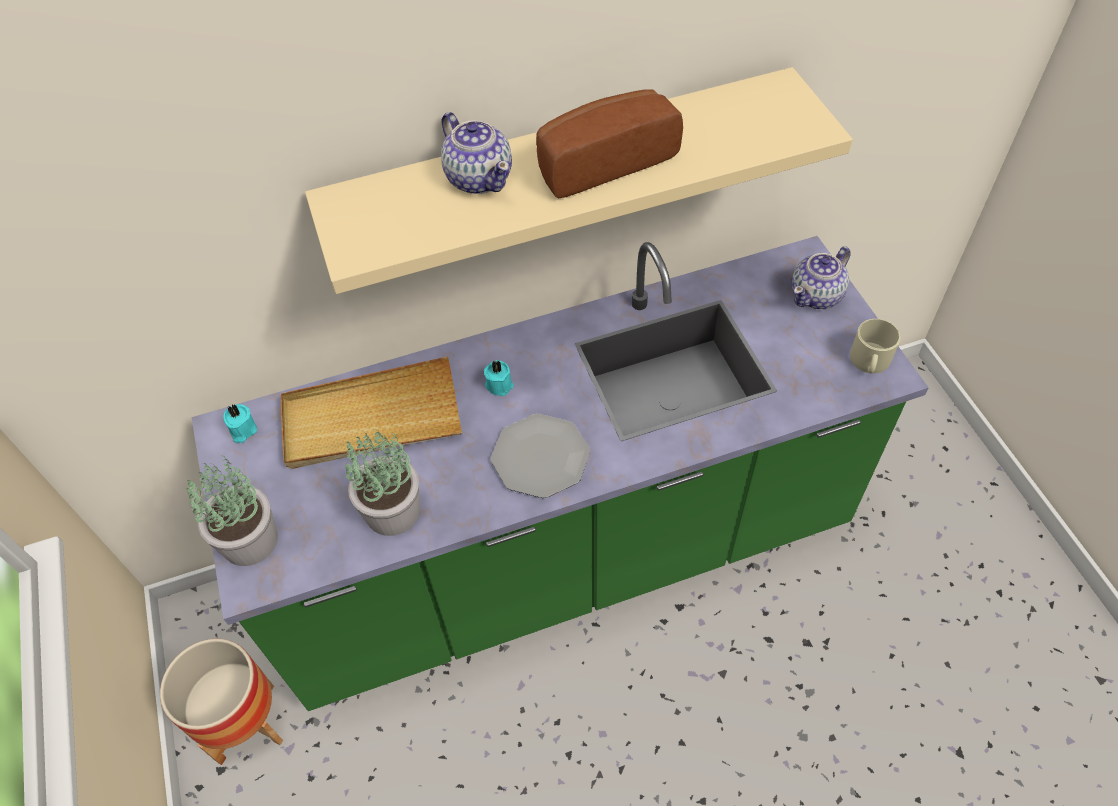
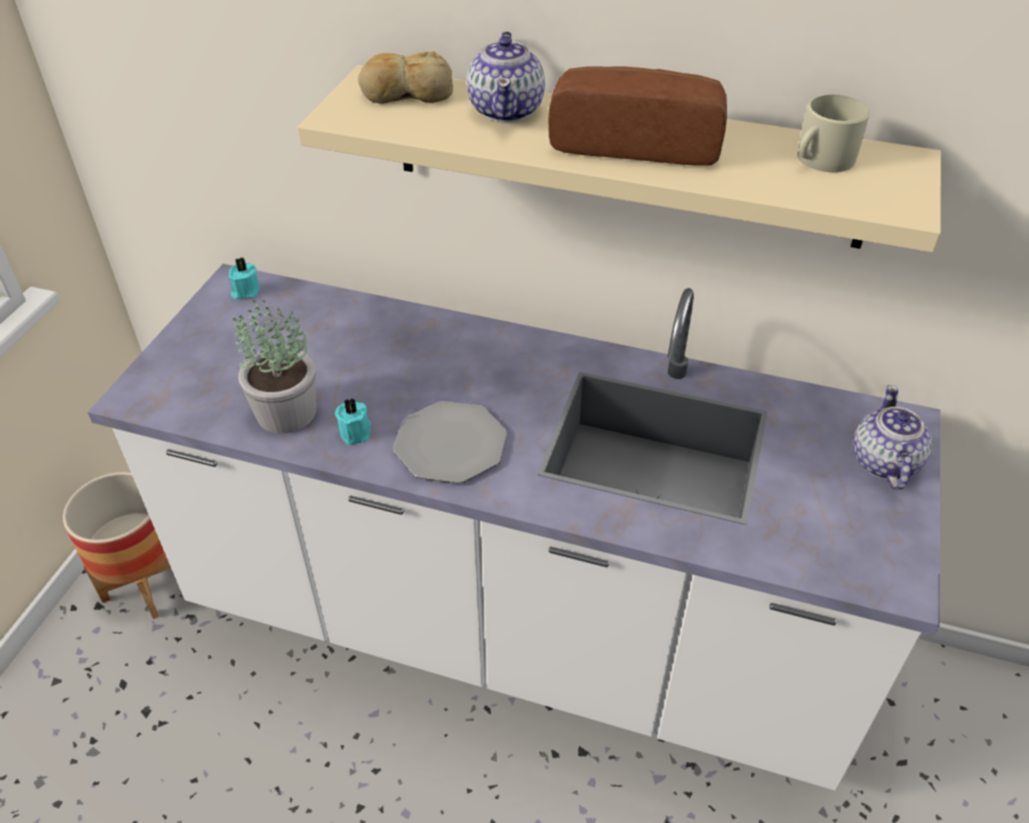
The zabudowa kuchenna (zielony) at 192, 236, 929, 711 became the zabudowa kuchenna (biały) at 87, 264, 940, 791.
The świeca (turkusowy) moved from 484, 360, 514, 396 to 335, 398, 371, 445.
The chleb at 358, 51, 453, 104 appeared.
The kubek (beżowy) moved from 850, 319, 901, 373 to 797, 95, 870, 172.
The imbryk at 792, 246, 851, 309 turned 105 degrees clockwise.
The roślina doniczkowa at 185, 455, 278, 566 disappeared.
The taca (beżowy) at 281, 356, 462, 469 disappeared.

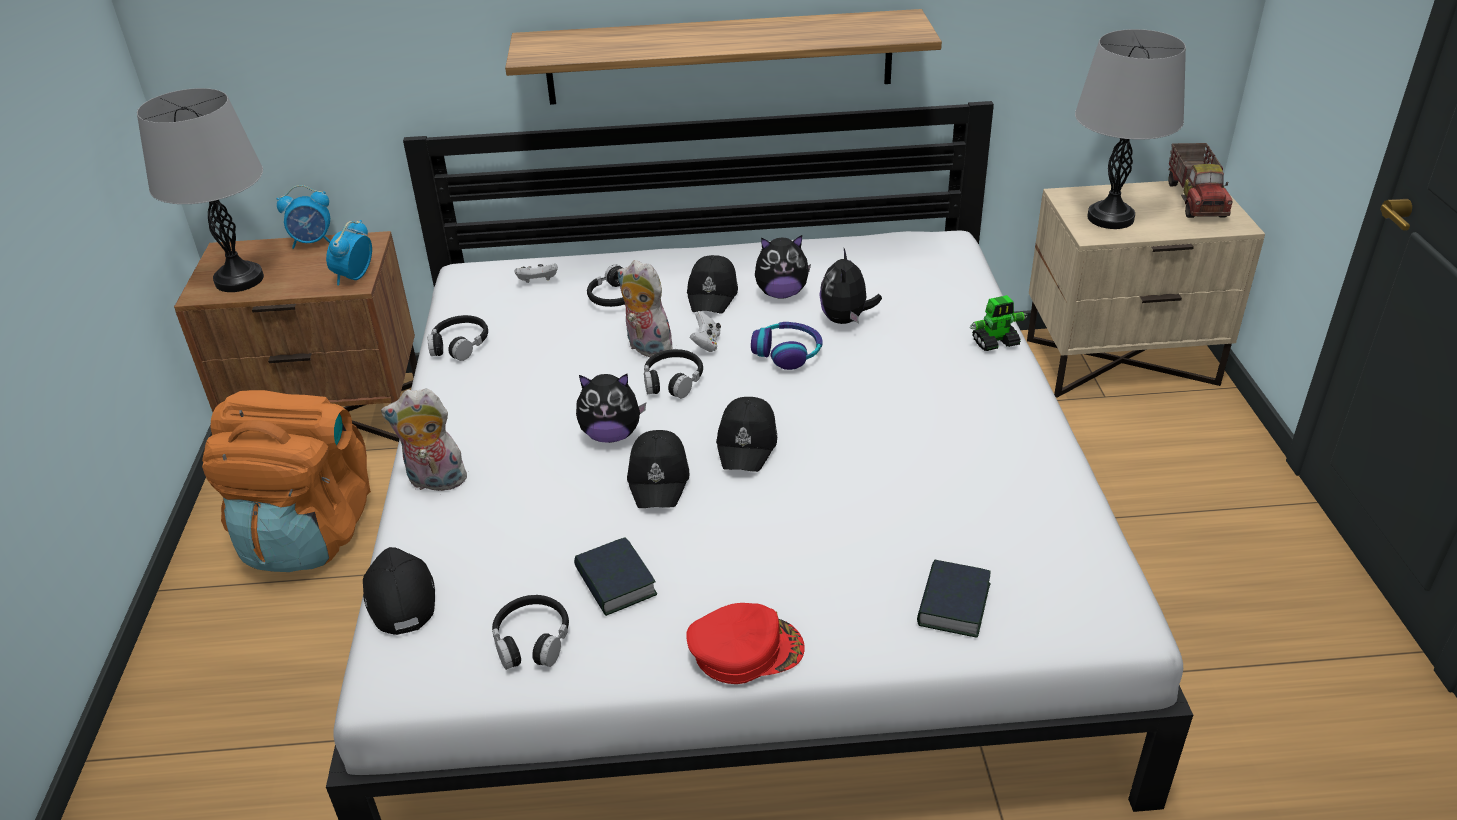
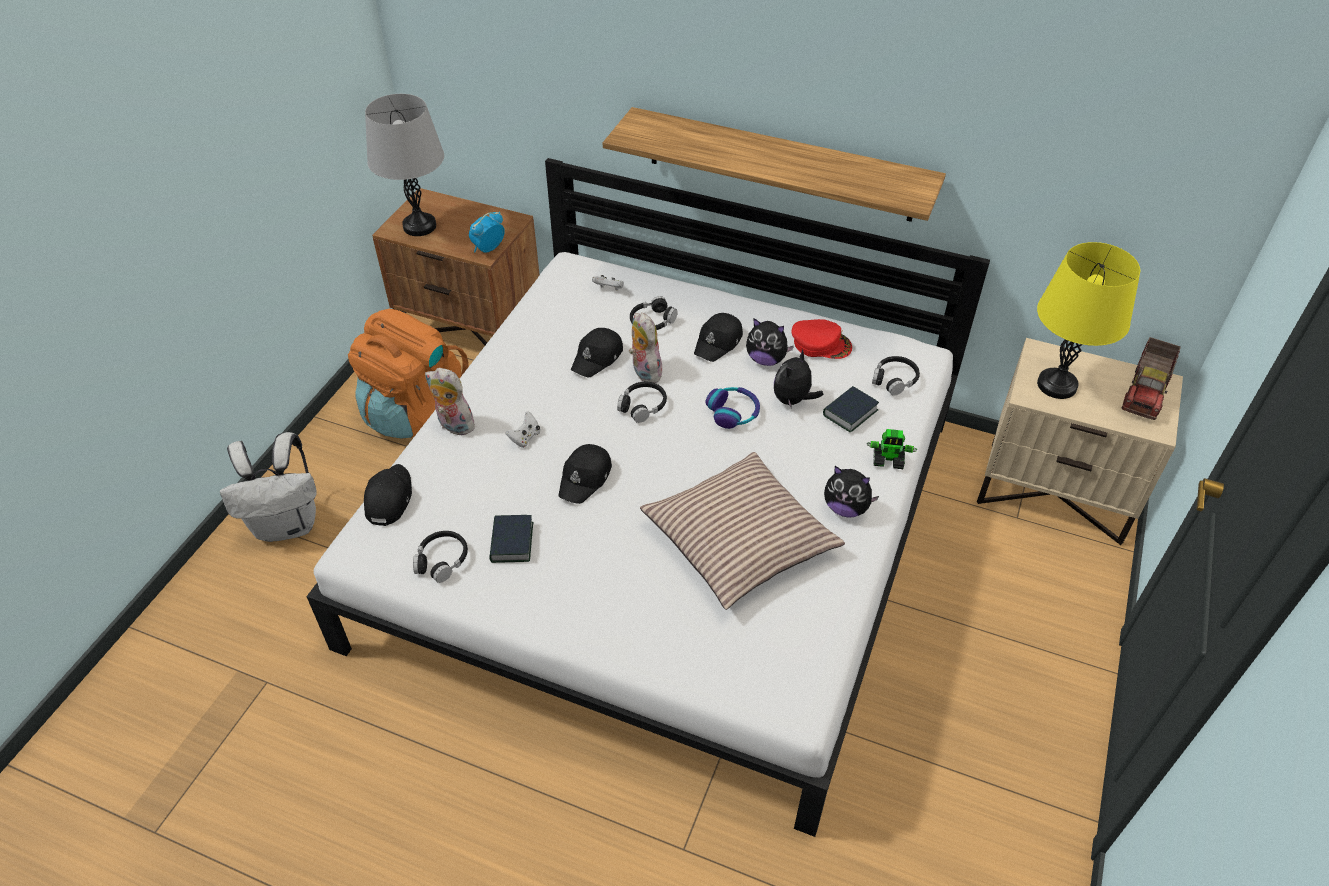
The plecak (biały) at 220, 432, 316, 542 appeared.
The pad do gier (biały) moved from 690, 311, 721, 352 to 506, 411, 540, 448.
The czapka z daszkiem (czarny) moved from 716, 397, 777, 472 to 571, 328, 623, 378.
The poduszka at 640, 452, 845, 610 appeared.
The czapka z daszkiem (czerwony) moved from 686, 603, 805, 684 to 792, 319, 852, 359.
The książka moved from 917, 560, 991, 637 to 823, 386, 879, 433.
The pluszak moved from 576, 374, 646, 443 to 824, 466, 879, 518.
The słuchawki (czarny) moved from 428, 315, 488, 361 to 872, 356, 920, 396.
The lampa stołowa (szary) at 1075, 29, 1186, 229 became the lampa stołowa (żółty) at 1037, 242, 1140, 399.
The budzik at 277, 185, 331, 249 disappeared.

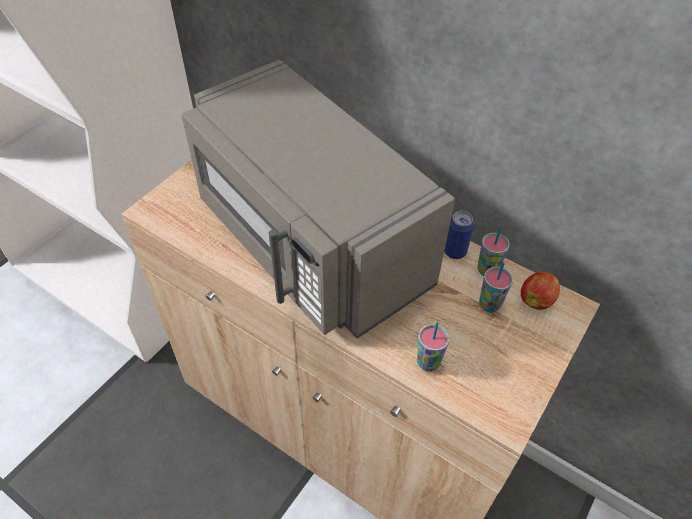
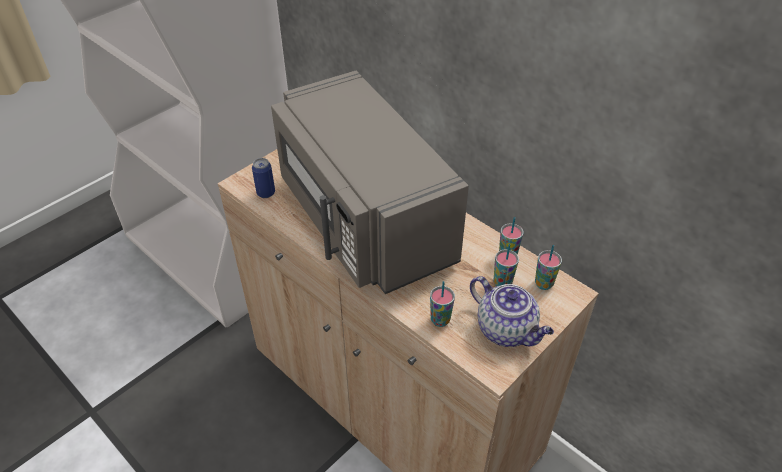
The puszka moved from 444, 211, 474, 259 to 252, 158, 275, 198.
The imbryk at 470, 276, 554, 347 appeared.
The jabłko at 521, 272, 560, 310 was replaced by the filiżanka at 535, 245, 562, 290.

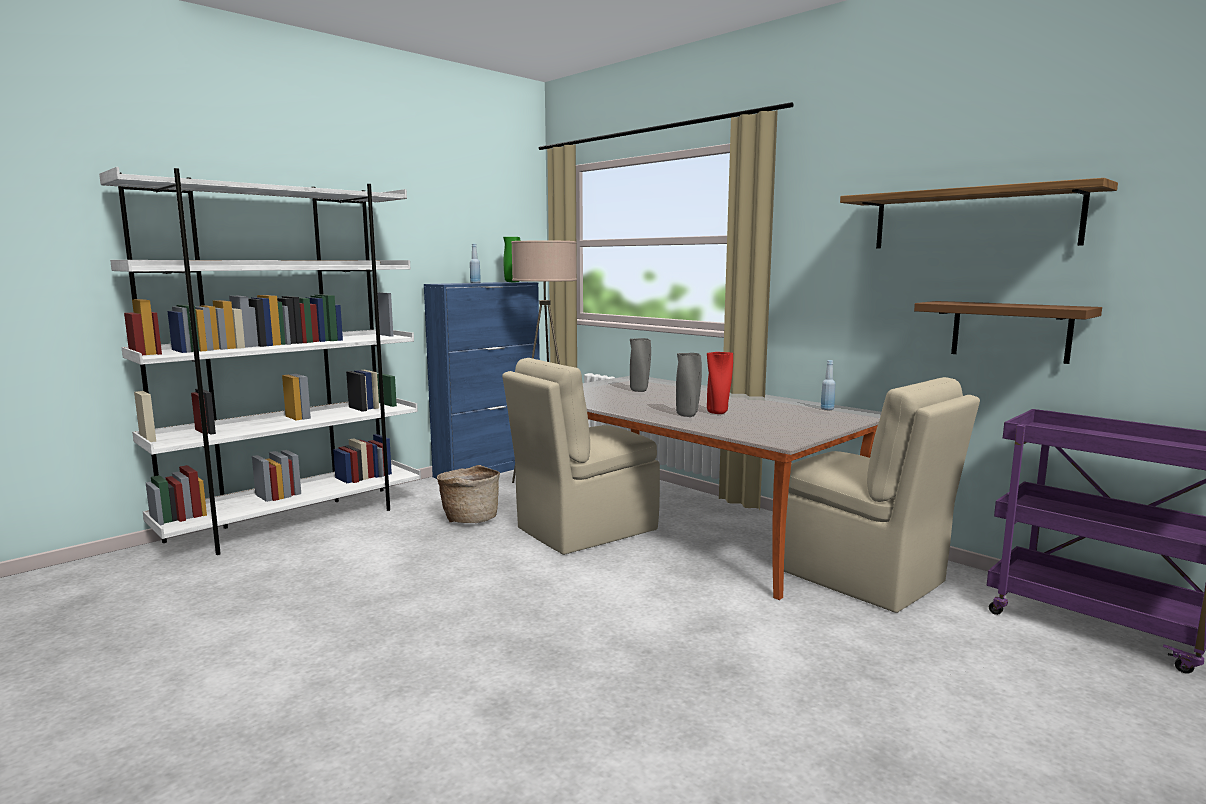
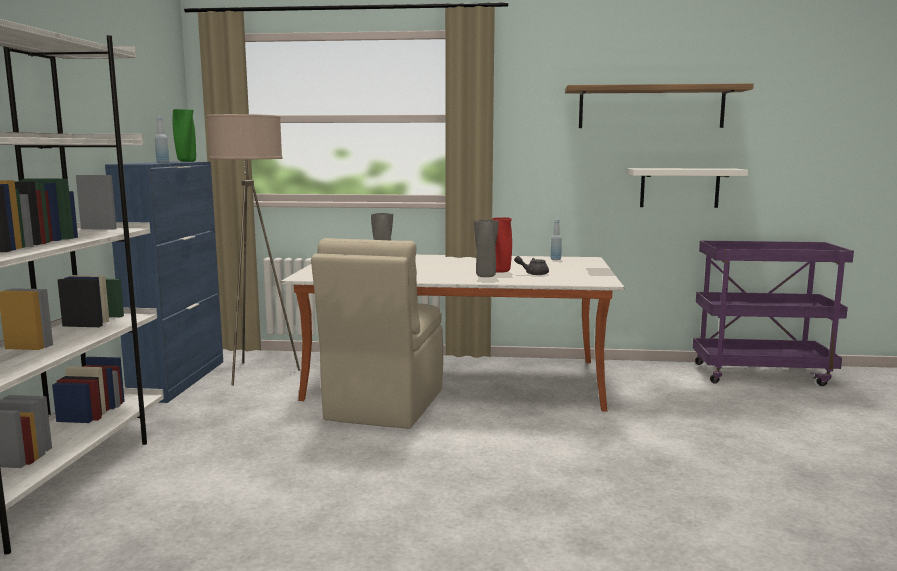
The imbryk (szary) at 514, 256, 549, 275 appeared.
The półka (brązowy) at 914, 301, 1102, 364 became the półka (biały) at 627, 168, 748, 208.
The koszyk at 437, 465, 500, 523 disappeared.
The krzesło (beżowy) at 784, 377, 980, 613 disappeared.

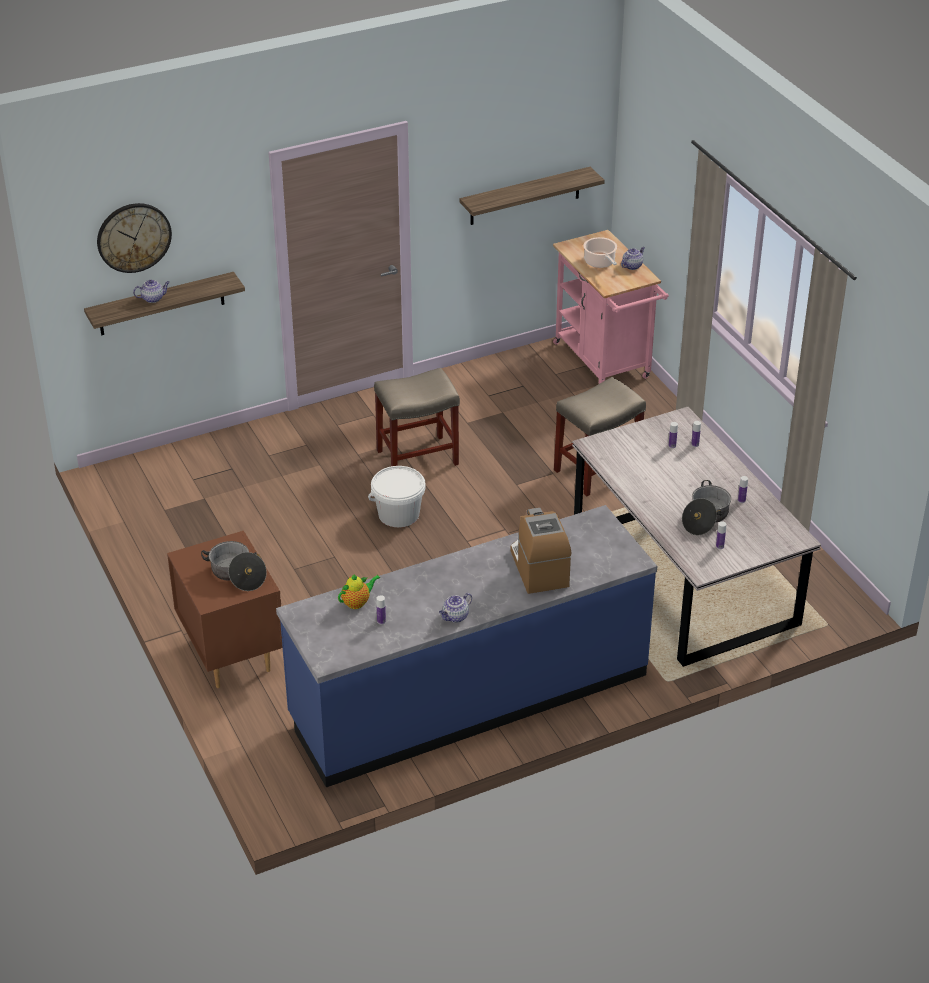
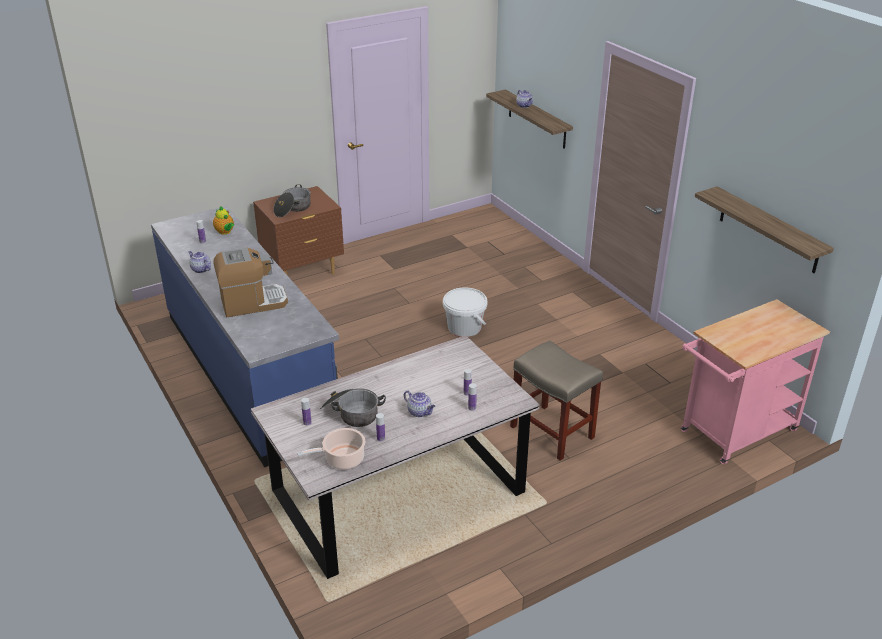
The garnek moved from 583, 237, 617, 268 to 297, 428, 365, 470.
The imbryk moved from 621, 247, 645, 270 to 404, 390, 435, 417.
The zegar ścienny at 97, 203, 172, 273 disappeared.
The stołek (beżowy) at 374, 368, 460, 466 disappeared.

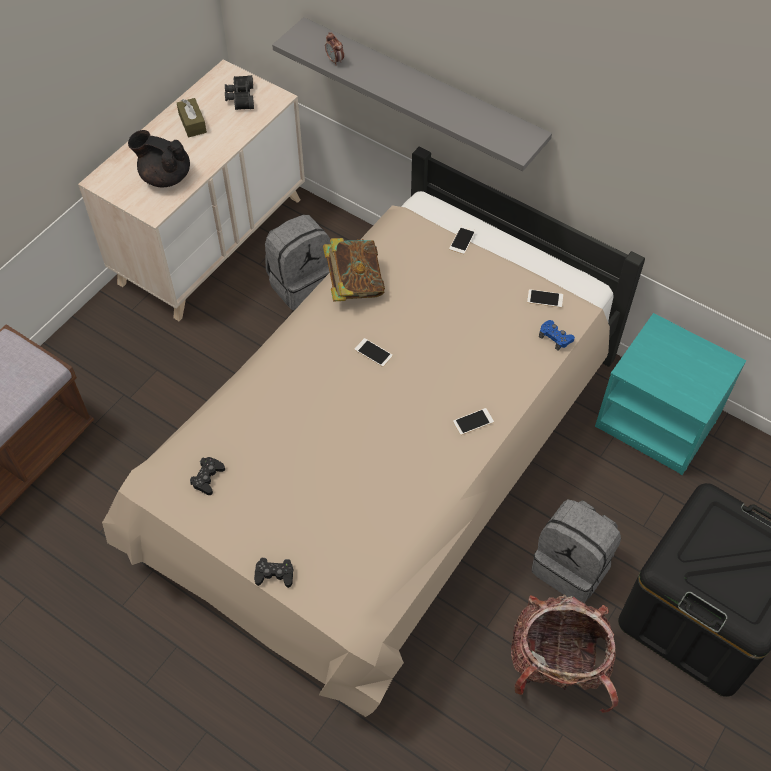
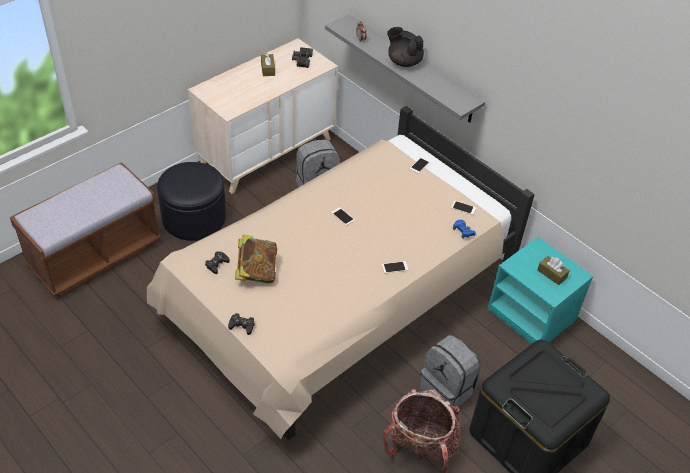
The pufa (czarny) at 157, 162, 226, 241 appeared.
The książka moved from 323, 238, 385, 302 to 235, 235, 277, 283.
The imbryk (czarny) moved from 128, 130, 190, 187 to 387, 27, 424, 67.
The pudełko chusteczek (brązowy) at 538, 256, 570, 285 appeared.

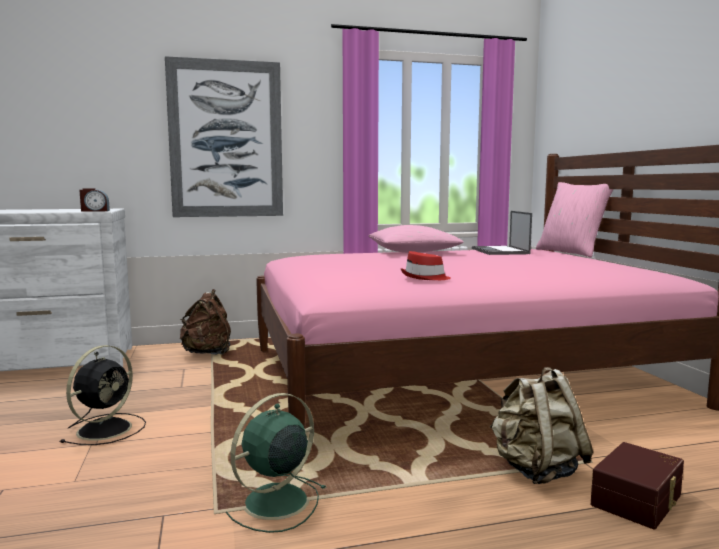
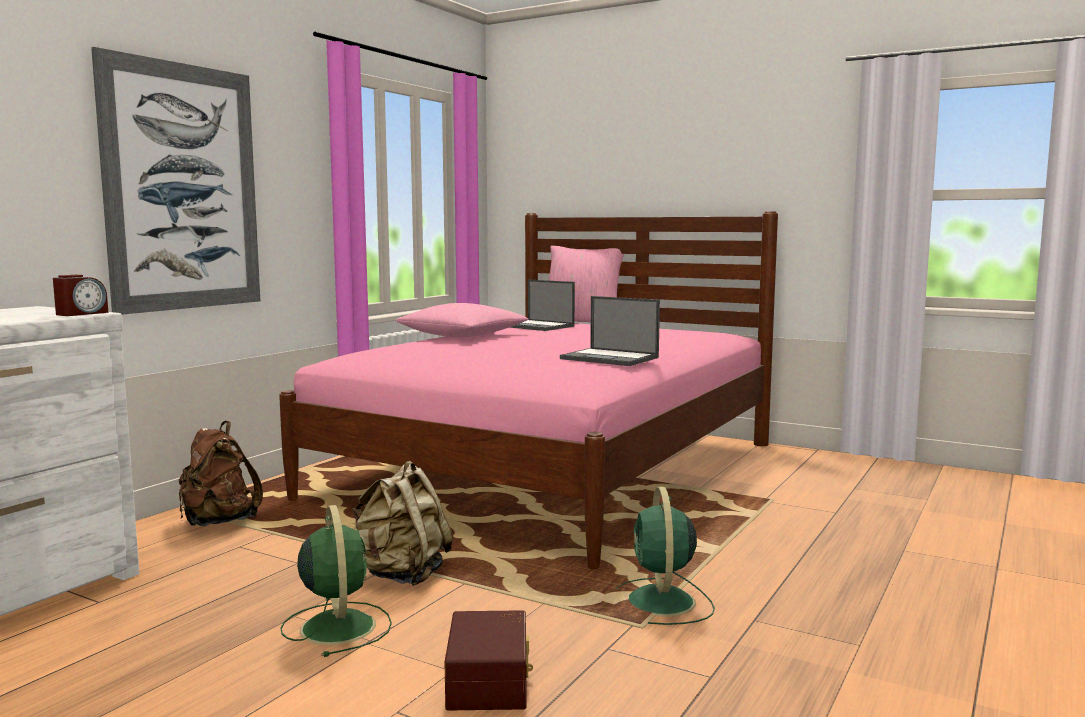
The wentylator (czarny) at 60, 345, 146, 445 became the wentylator (zielony) at 281, 505, 392, 657.
The plecak (beżowy) moved from 490, 367, 593, 484 to 352, 461, 454, 586.
The pojemnik do przechowywania (brązowy) moved from 591, 442, 684, 529 to 445, 610, 533, 710.
The kapelusz (czerwony) at 401, 251, 451, 280 was replaced by the laptop at 560, 296, 660, 366.

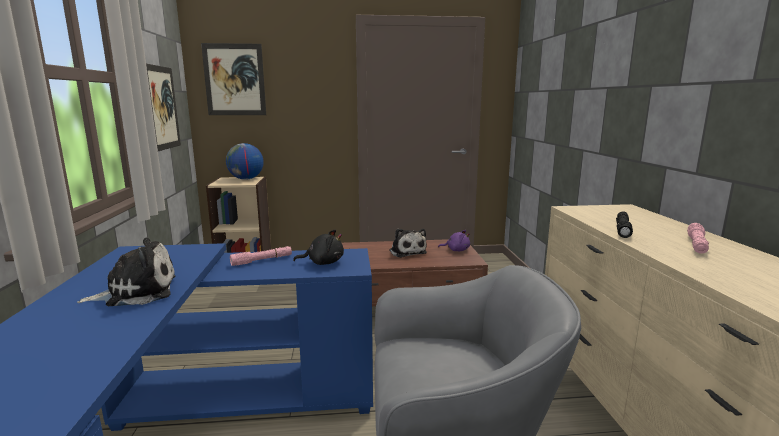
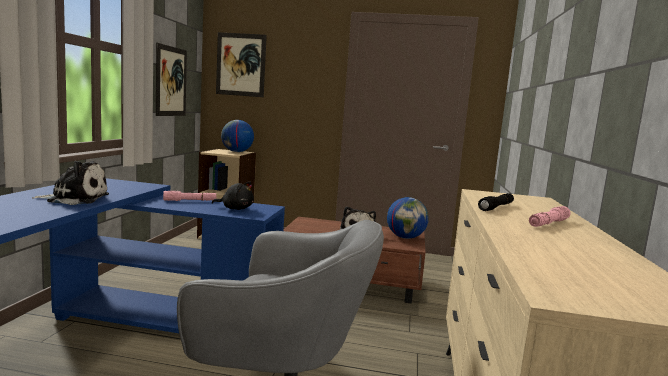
The pluszak (fioletowy) at 438, 230, 470, 251 was replaced by the globus at 387, 197, 429, 239.

